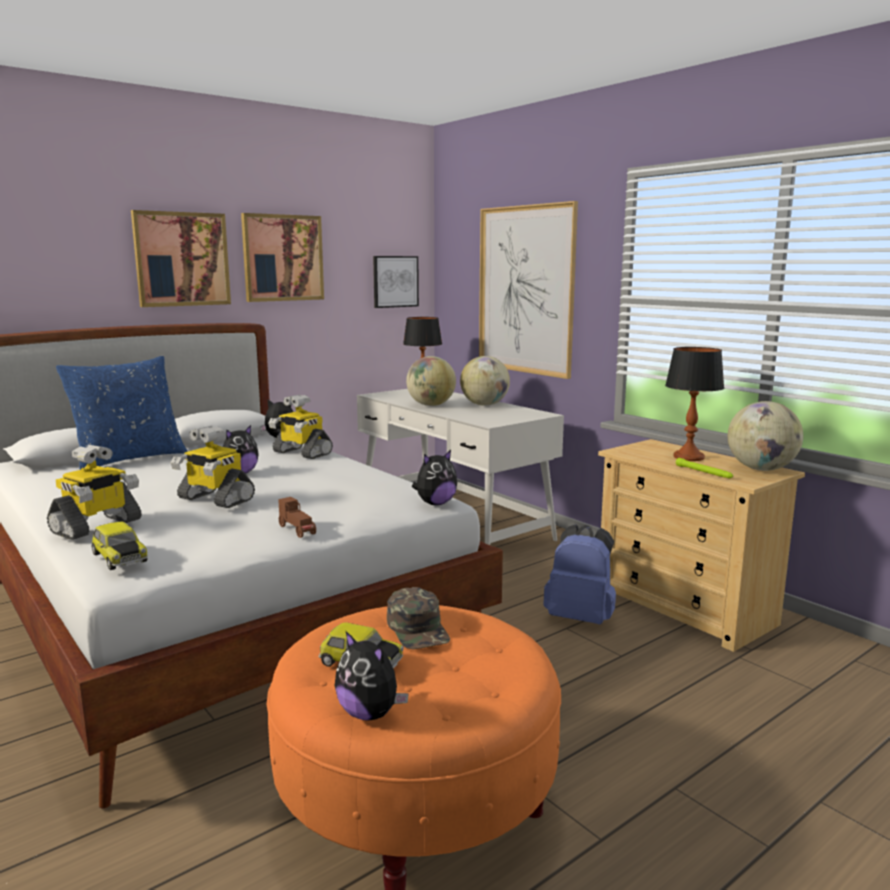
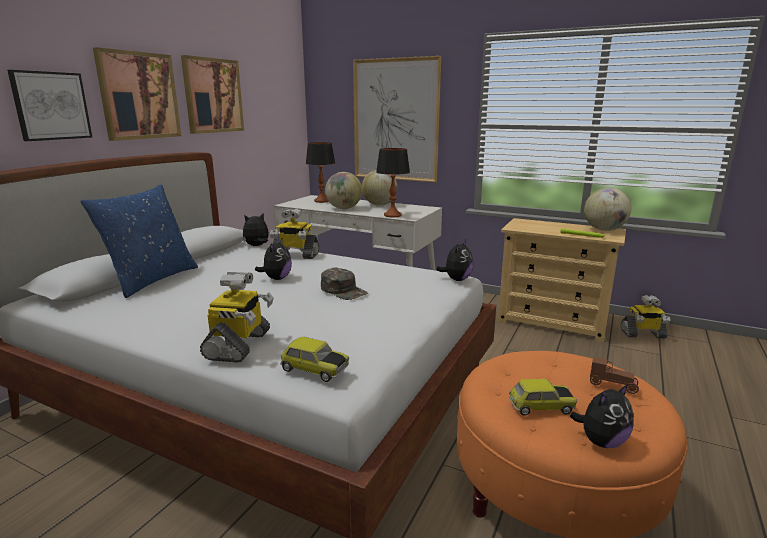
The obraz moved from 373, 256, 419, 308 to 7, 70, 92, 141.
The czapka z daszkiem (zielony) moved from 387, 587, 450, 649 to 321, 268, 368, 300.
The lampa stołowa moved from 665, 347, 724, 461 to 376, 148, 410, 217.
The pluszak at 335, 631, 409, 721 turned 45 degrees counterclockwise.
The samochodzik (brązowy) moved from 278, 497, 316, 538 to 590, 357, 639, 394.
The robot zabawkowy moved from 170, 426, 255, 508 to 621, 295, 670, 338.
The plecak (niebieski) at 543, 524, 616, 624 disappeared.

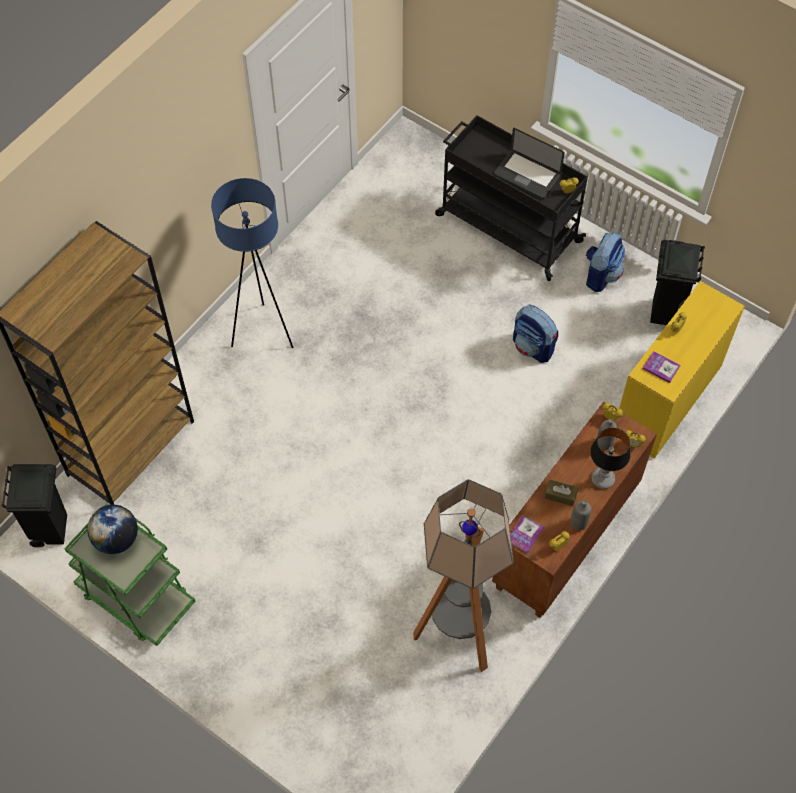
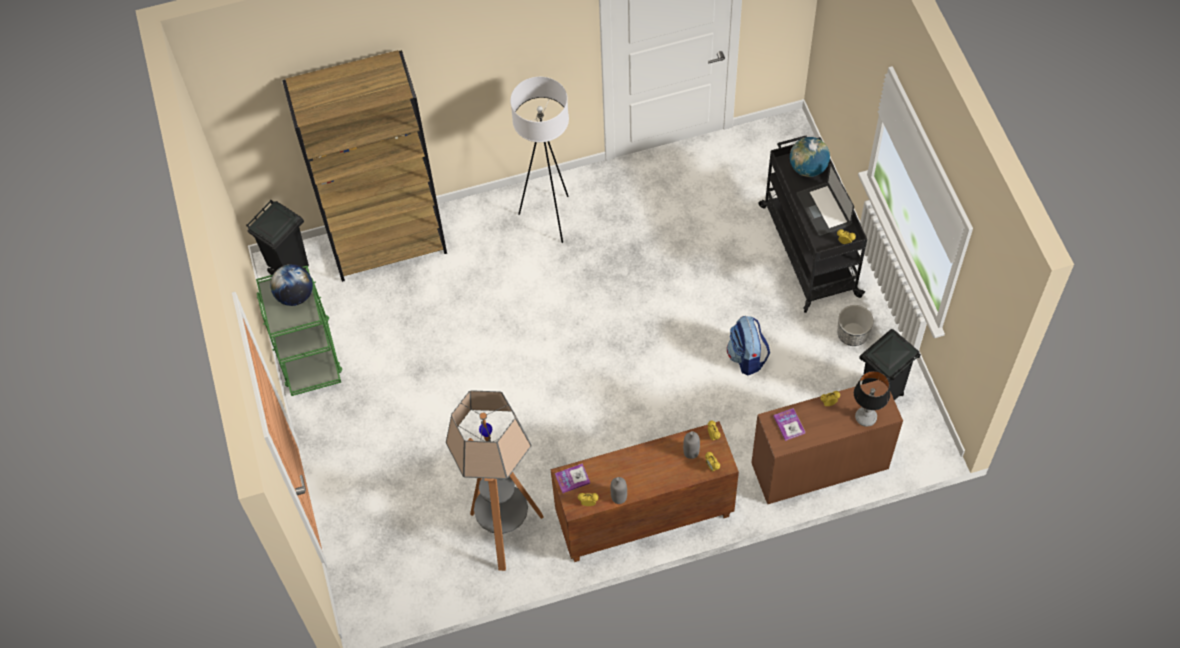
The lampa stojąca (niebieski) at 211, 178, 293, 348 became the lampa stojąca (biały) at 510, 77, 569, 243.
The biurko (żółty) at 619, 281, 745, 458 became the biurko (brązowy) at 751, 380, 903, 504.
The globus at 790, 137, 830, 177 appeared.
The plecak at 586, 232, 625, 292 was replaced by the donica at 837, 305, 873, 346.
The lampa stołowa moved from 590, 428, 631, 489 to 854, 371, 890, 427.
The pudełko chusteczek (brązowy) at 545, 480, 578, 506 disappeared.

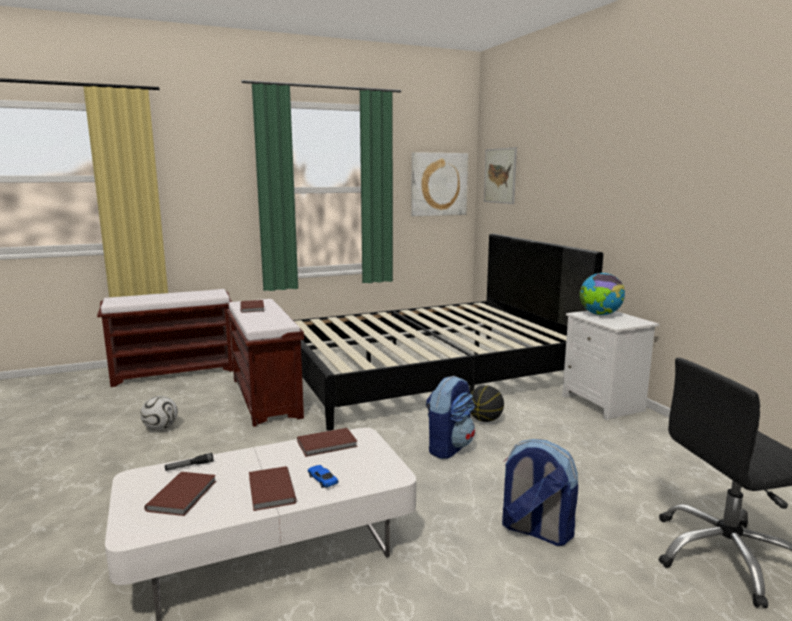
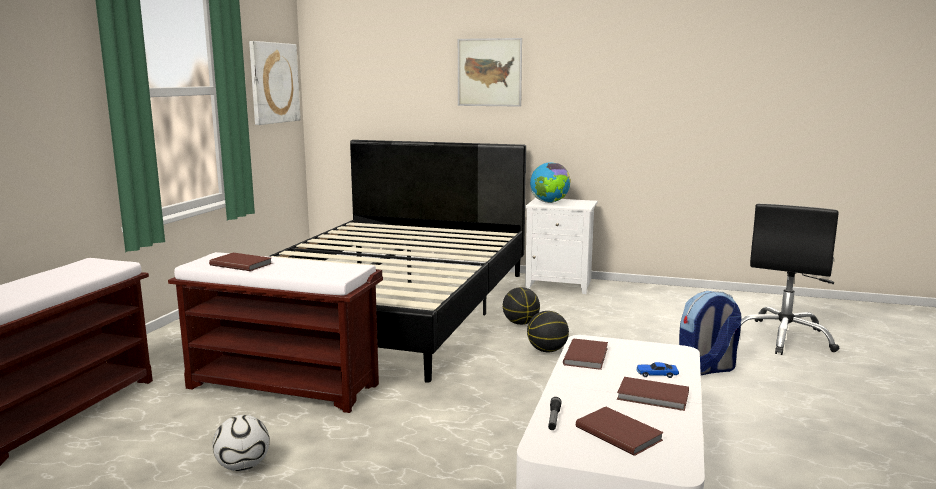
The obraz moved from 484, 147, 517, 204 to 458, 38, 522, 107.
The plecak at 426, 376, 475, 459 was replaced by the piłka do koszykówki at 527, 311, 569, 352.

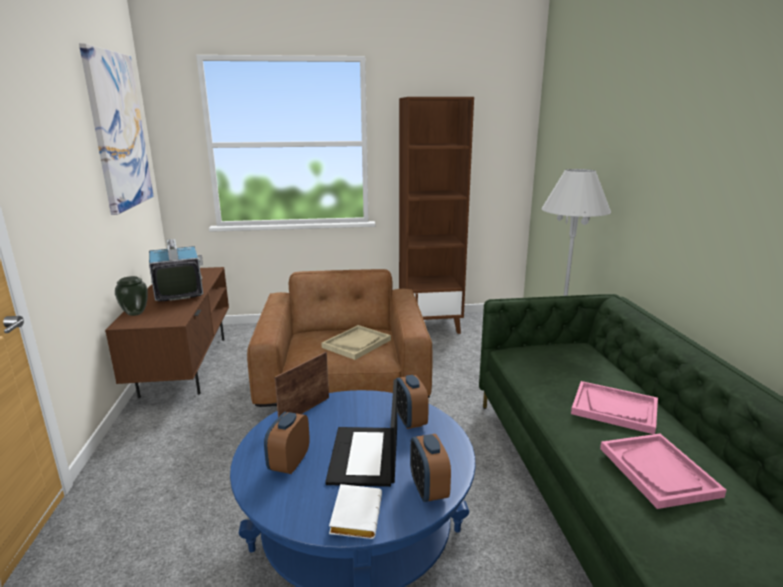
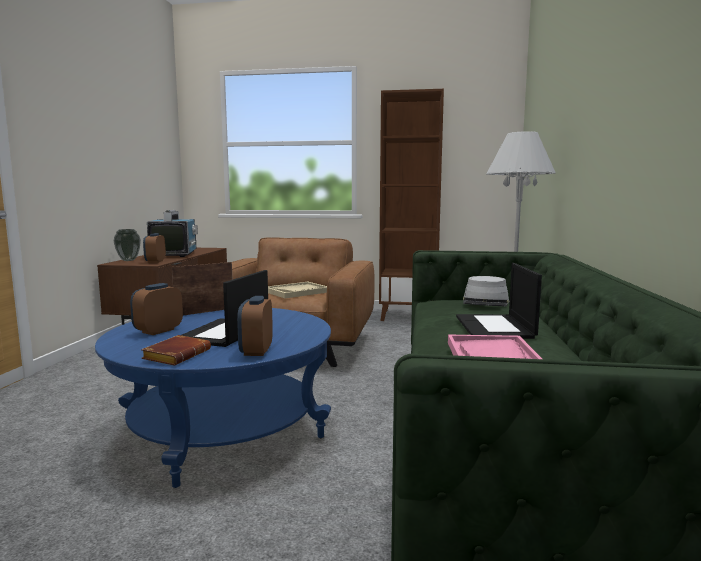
The książka (biały) at 329, 484, 382, 539 became the książka (brązowy) at 141, 335, 211, 365.
The budzik moved from 396, 375, 429, 429 to 143, 233, 166, 263.
The taca (różowy) at 571, 381, 658, 434 was replaced by the laptop at 456, 263, 542, 339.
The kapelusz (szary) at 463, 276, 510, 307 appeared.
The obraz at 79, 43, 154, 215 disappeared.

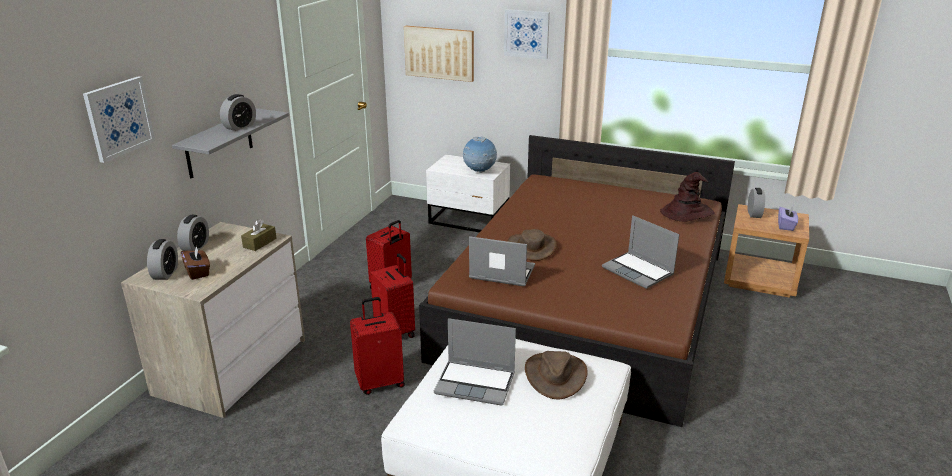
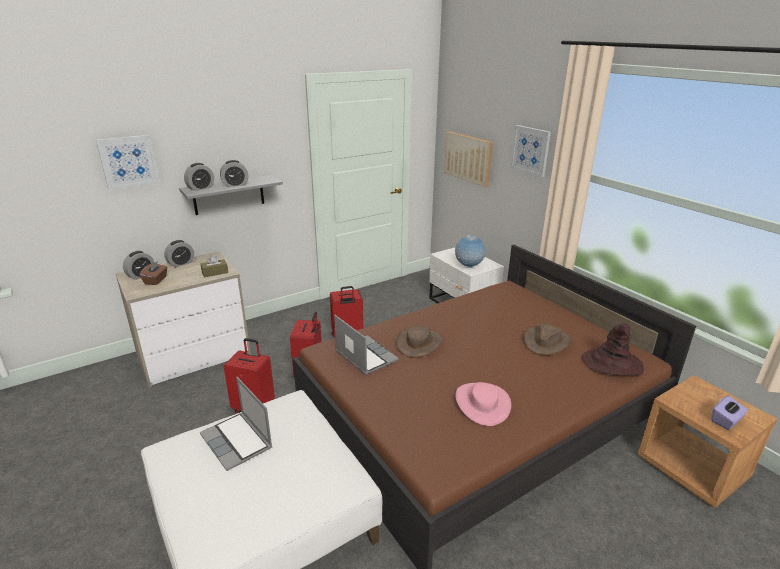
The budzik moved from 748, 188, 765, 218 to 184, 163, 214, 191.
The laptop at 602, 215, 679, 289 was replaced by the kapelusz (różowy) at 455, 382, 511, 426.
The kapelusz (brązowy) moved from 525, 351, 588, 399 to 523, 323, 572, 355.

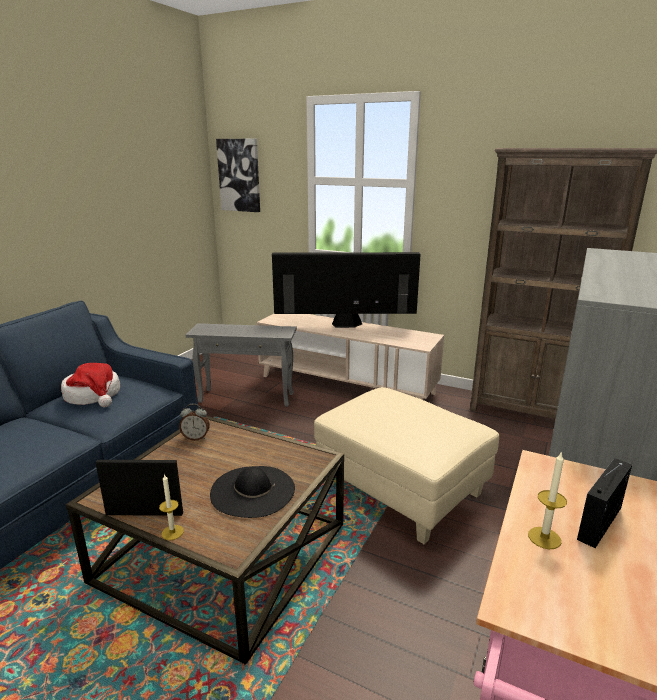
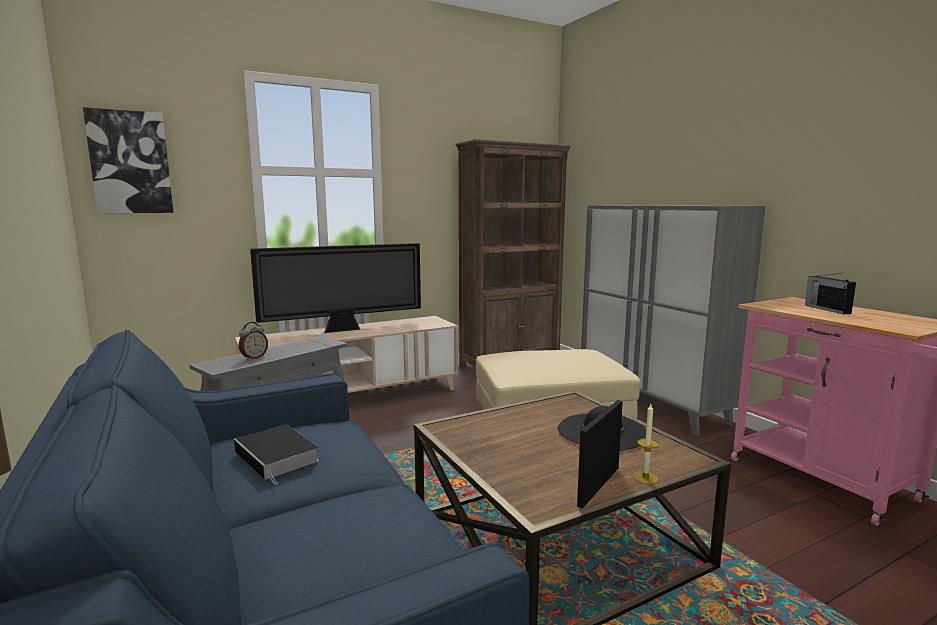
The kapelusz at 61, 363, 120, 407 was replaced by the książka at 234, 424, 319, 484.
The budzik moved from 179, 404, 210, 441 to 239, 322, 268, 360.
The telewizor at 272, 252, 421, 328 turned 150 degrees counterclockwise.
The świeca at 528, 451, 567, 549 disappeared.

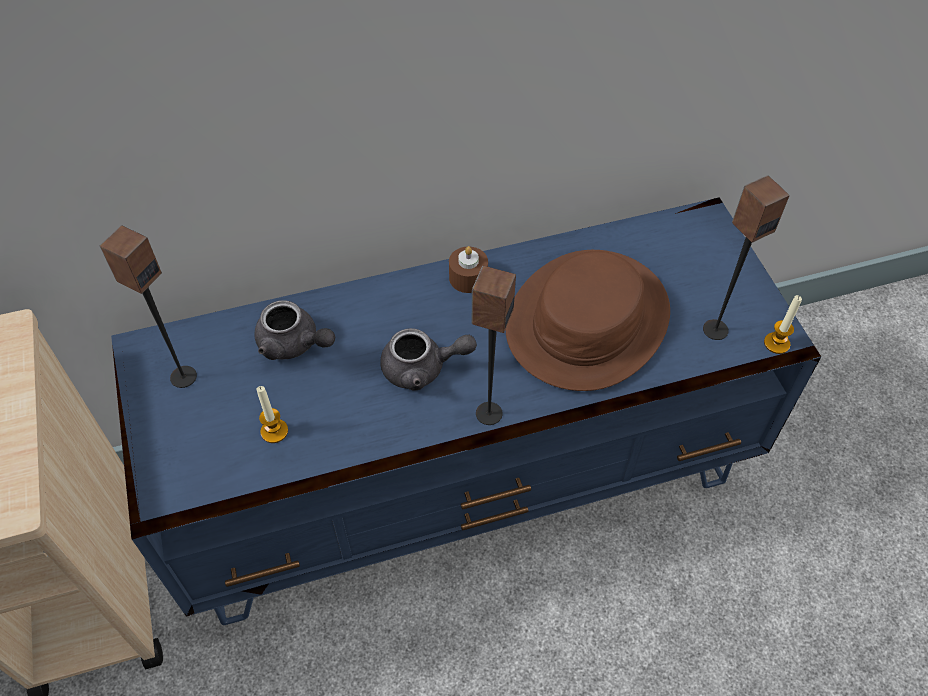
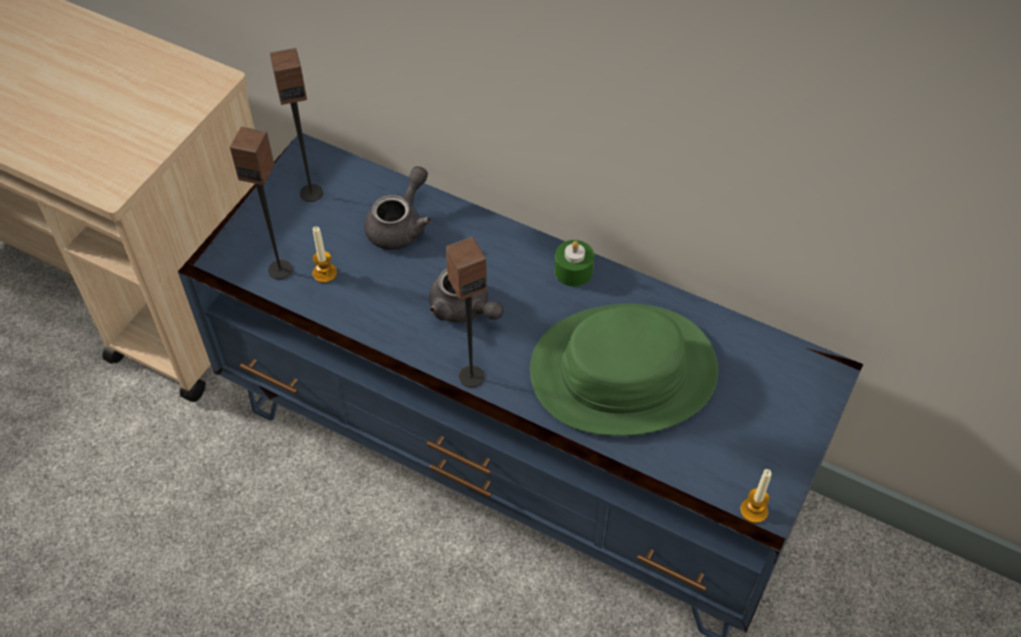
The głośnik moved from 703, 175, 790, 340 to 230, 126, 293, 279.
The imbryk (szary) at 255, 300, 335, 360 turned 135 degrees counterclockwise.
The kapelusz (brązowy) at 506, 250, 670, 391 became the kapelusz (zielony) at 530, 304, 718, 436.
The świeca (brązowy) at 449, 246, 488, 293 became the świeca (zielony) at 554, 240, 594, 287.

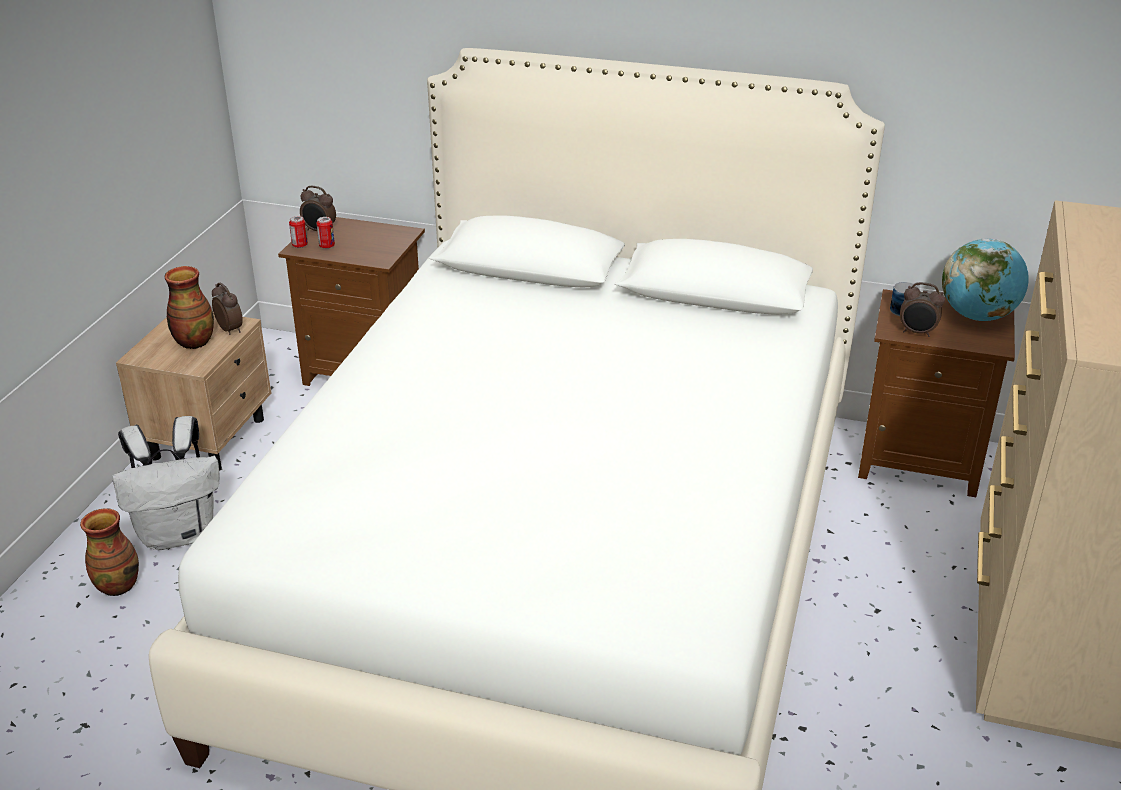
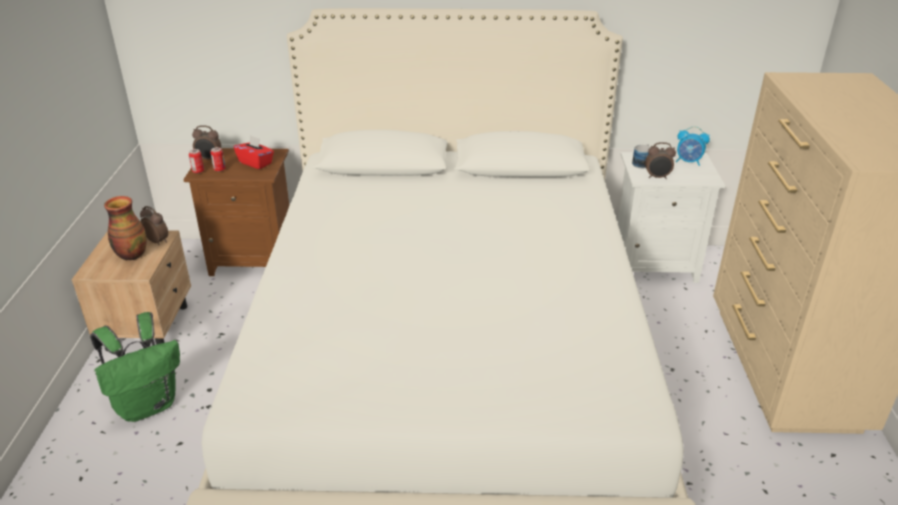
The plecak (biały) at 112, 416, 220, 550 became the plecak (zielony) at 90, 312, 180, 422.
The pudełko chusteczek (czerwony) at 234, 135, 274, 169 appeared.
The szafka nocna (brązowy) at 858, 289, 1015, 497 became the szafka nocna (biały) at 617, 152, 725, 283.
The globus at 942, 238, 1029, 321 was replaced by the budzik at 676, 126, 710, 166.
The wazon at 80, 508, 139, 596 disappeared.

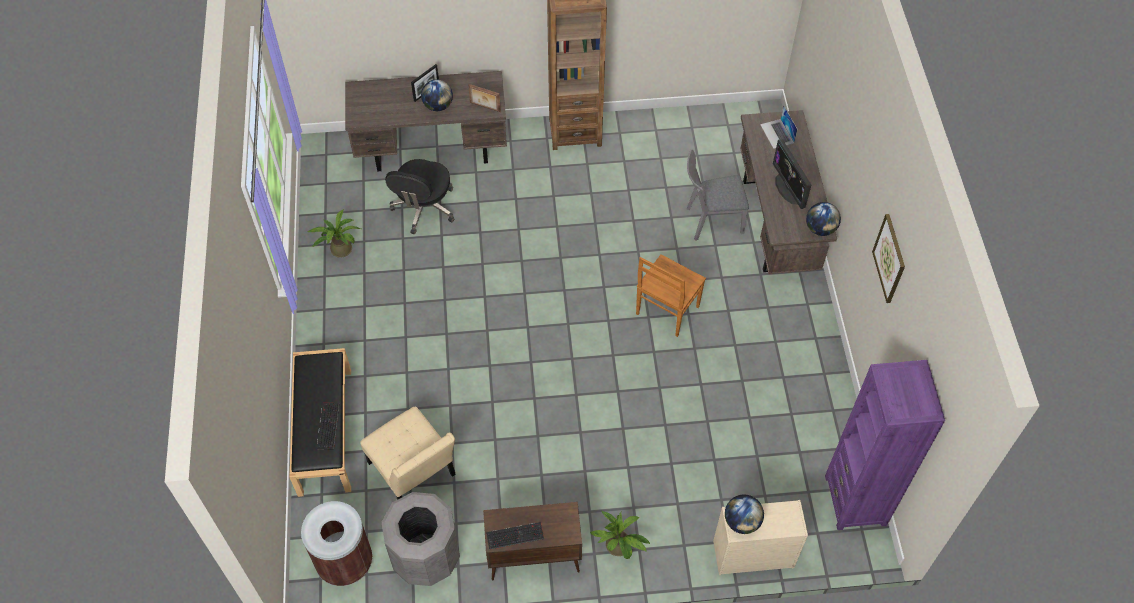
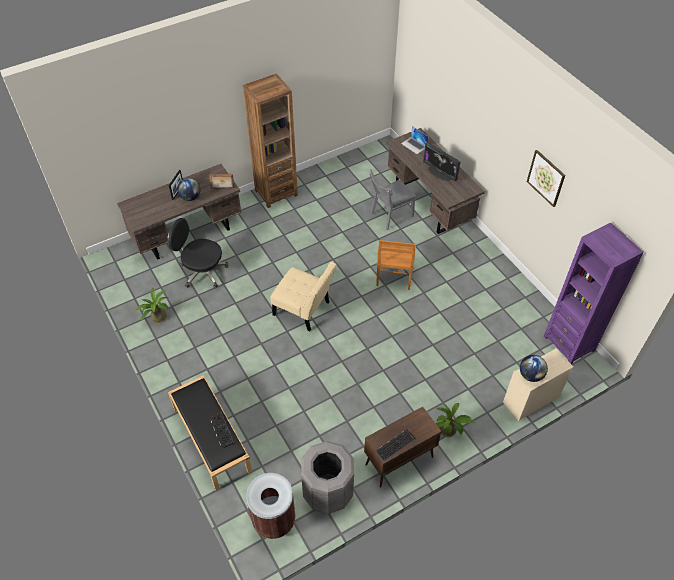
The krzesło biurowe (czarny) at 385, 159, 454, 235 turned 120 degrees clockwise.
The krzesło (beżowy) moved from 361, 407, 456, 500 to 271, 262, 336, 331.
The globus at 806, 202, 841, 236 disappeared.

